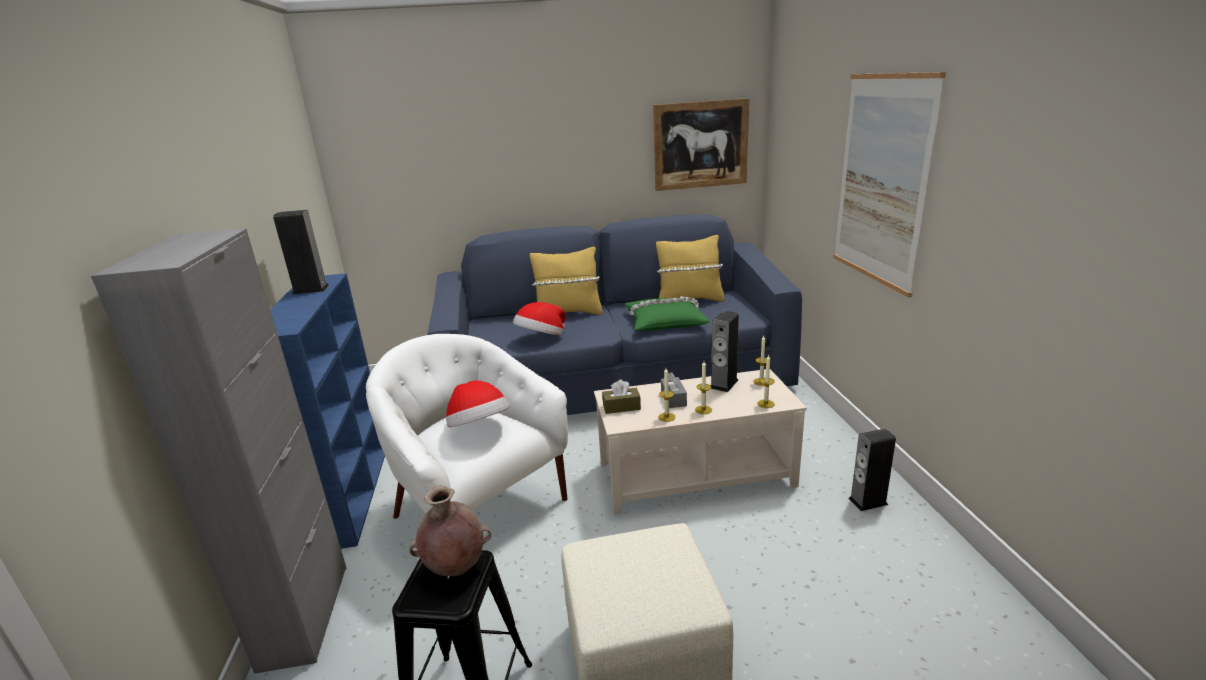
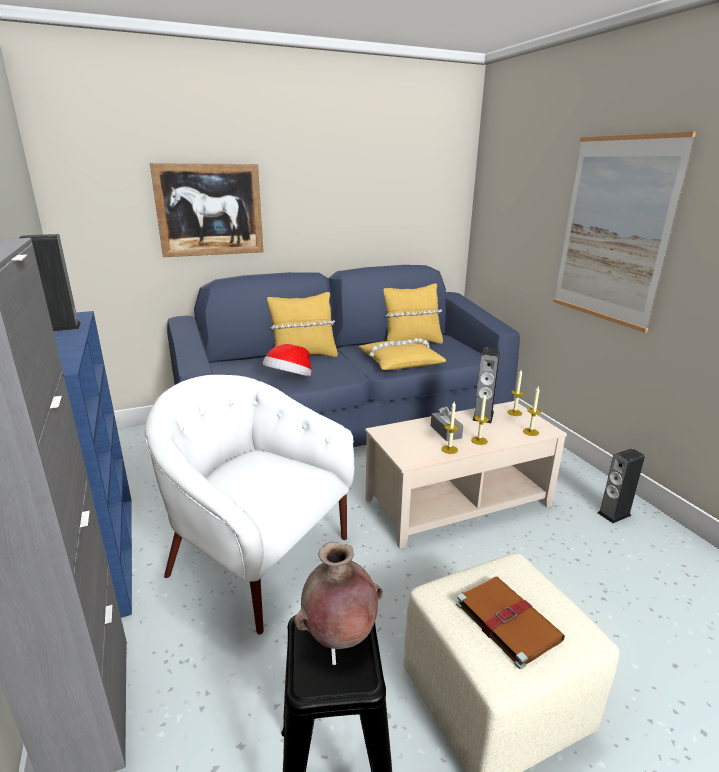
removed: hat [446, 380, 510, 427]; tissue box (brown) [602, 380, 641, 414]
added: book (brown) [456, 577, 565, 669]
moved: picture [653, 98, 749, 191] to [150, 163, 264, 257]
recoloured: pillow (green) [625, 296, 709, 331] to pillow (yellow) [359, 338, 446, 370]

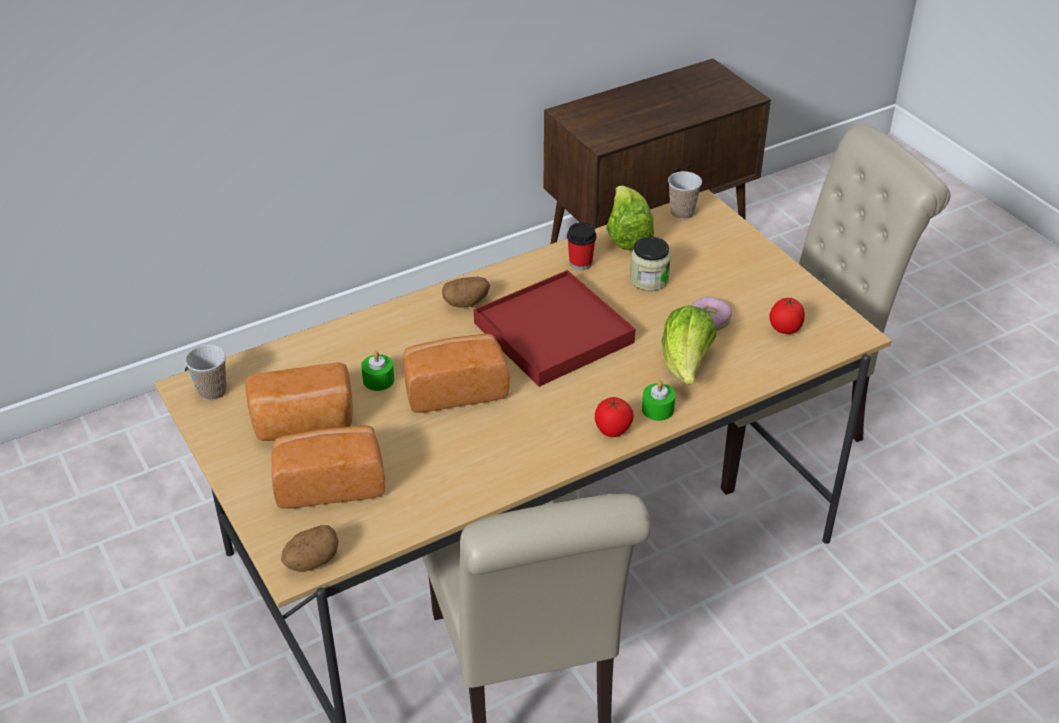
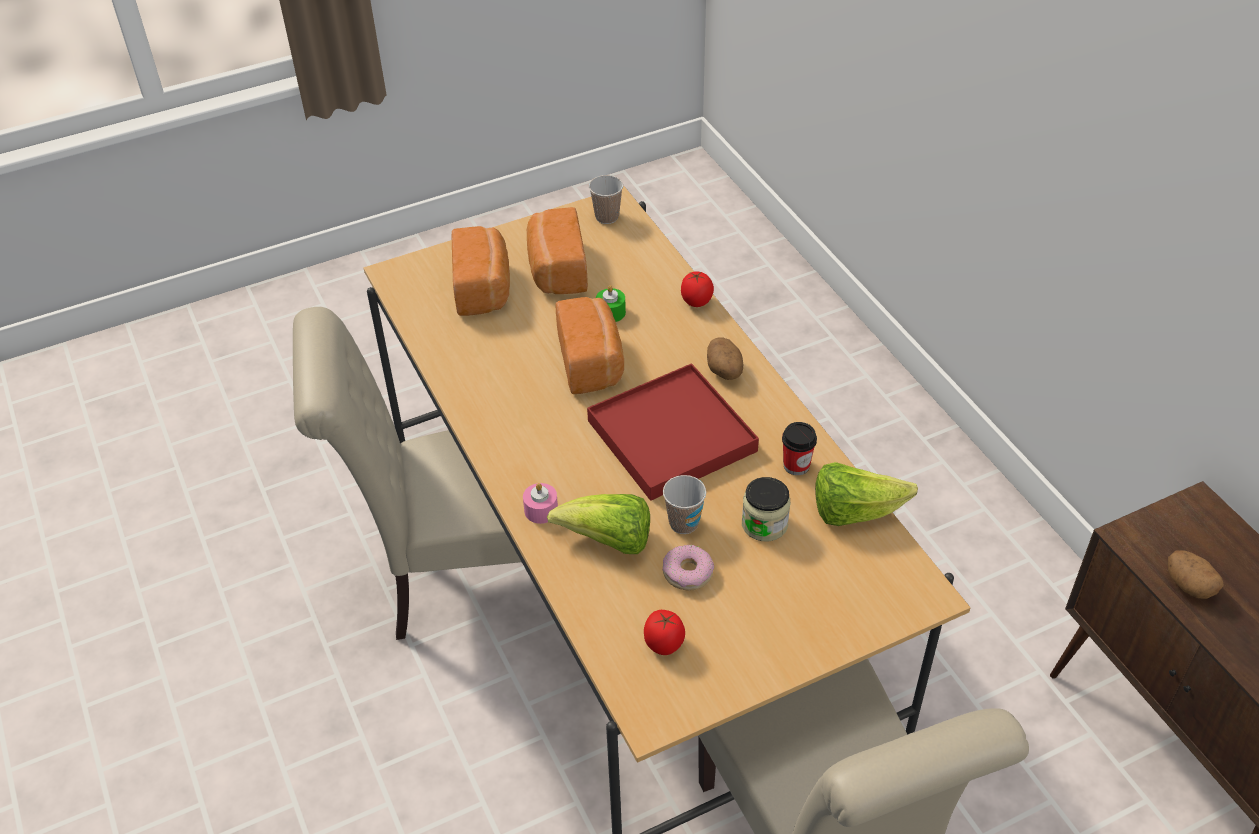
moved: potato [281, 525, 338, 572] to [1168, 551, 1223, 599]; tomato [595, 397, 634, 437] to [681, 271, 714, 307]; cup [668, 171, 702, 220] to [663, 475, 706, 534]
recoloured: candle (green) [642, 380, 676, 421] to candle (pink) [523, 483, 558, 524]

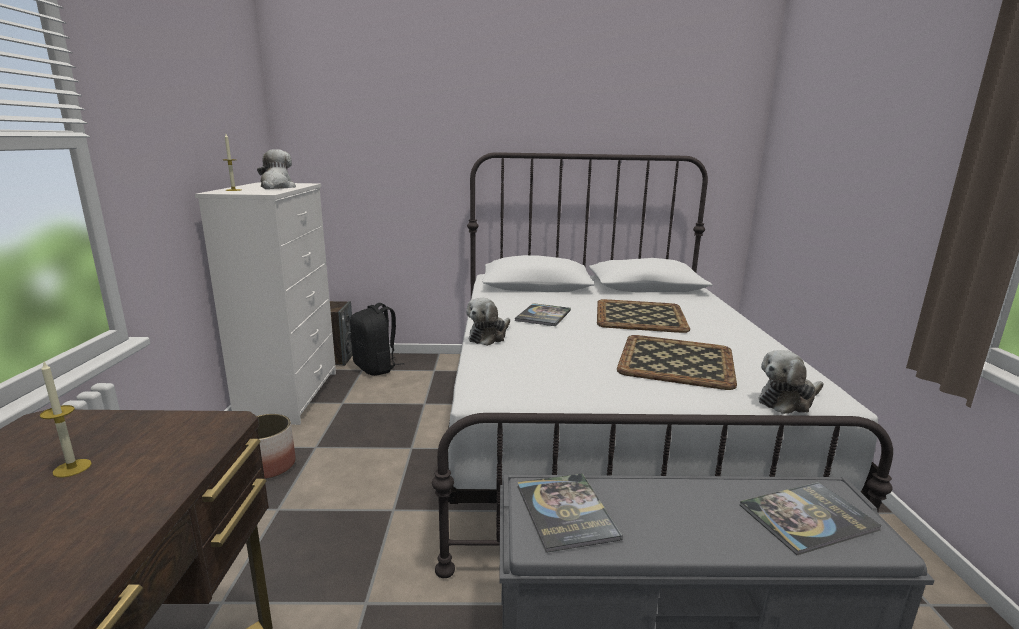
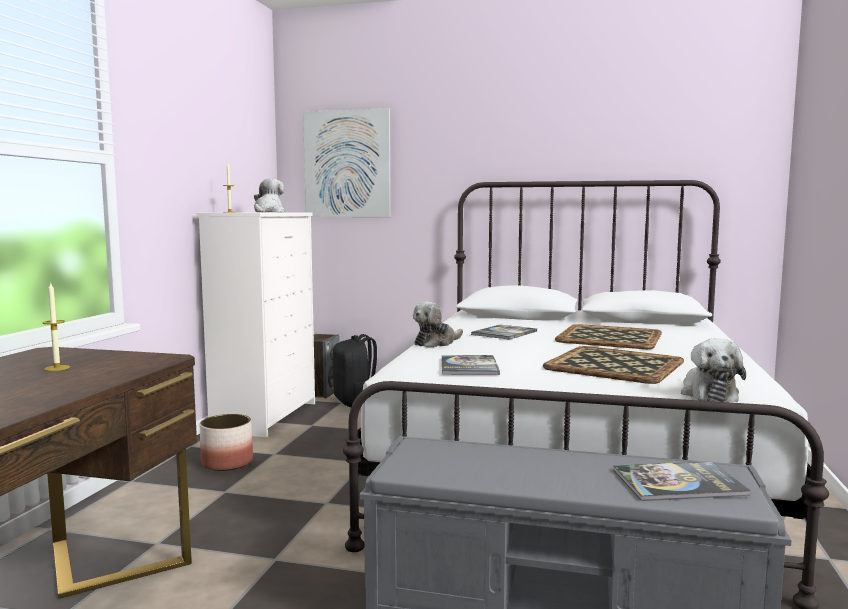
added: picture [303, 109, 391, 217]
moved: book [517, 473, 623, 553] to [442, 355, 500, 375]
turned: plush toy [758, 350, 824, 414] = [681, 338, 746, 402] 75 degrees counterclockwise

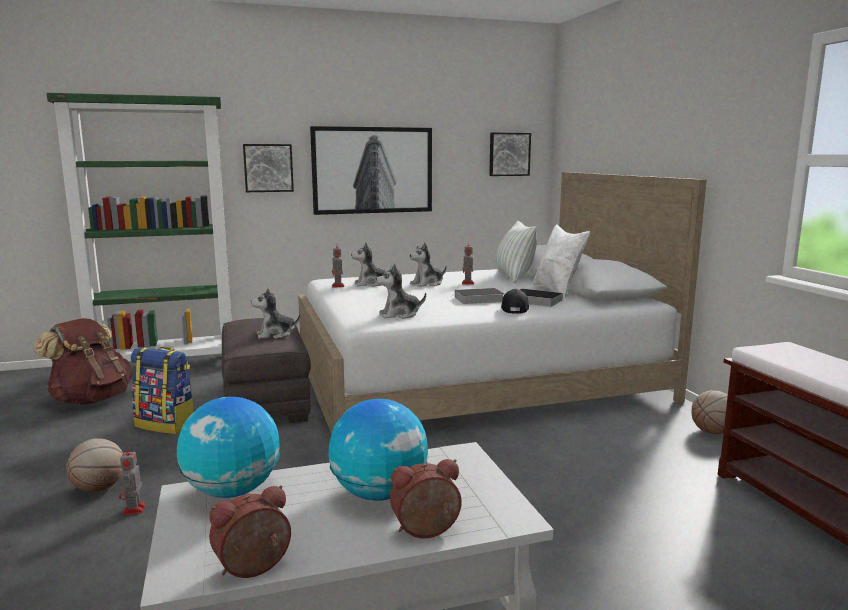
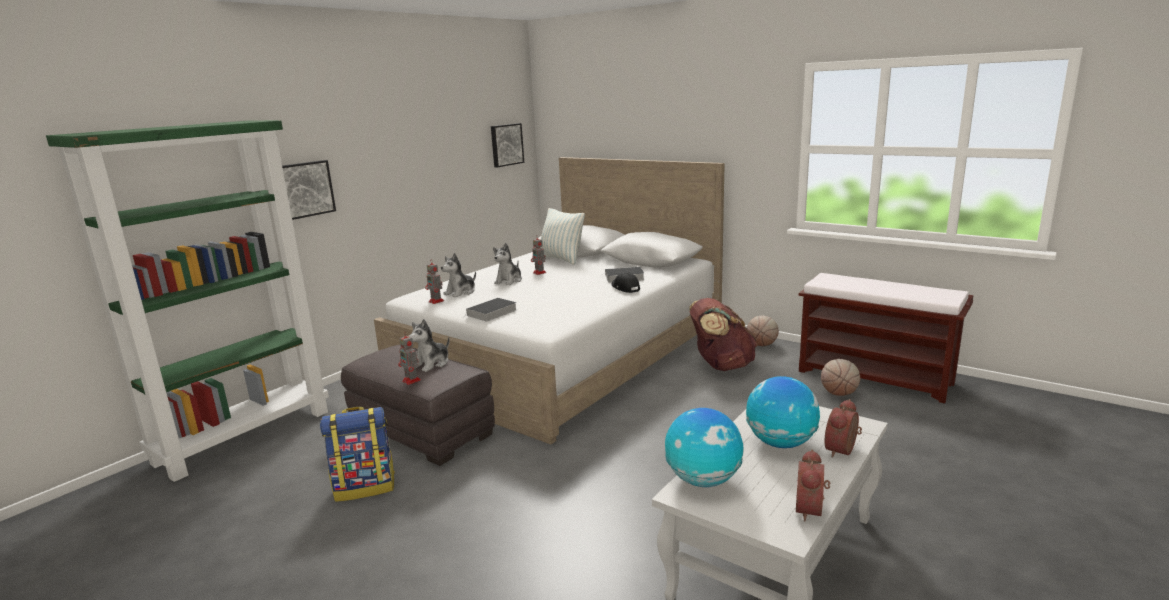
removed: picture [310, 126, 432, 215]; plush toy [376, 264, 426, 319]; pillow (white) [533, 224, 590, 299]
moved: backpack (brown) [34, 318, 132, 405] to [689, 298, 758, 371]; basketball [66, 438, 123, 492] to [821, 359, 860, 396]; toy robot [119, 447, 146, 515] to [398, 332, 421, 385]; book [451, 288, 504, 304] to [462, 298, 517, 322]

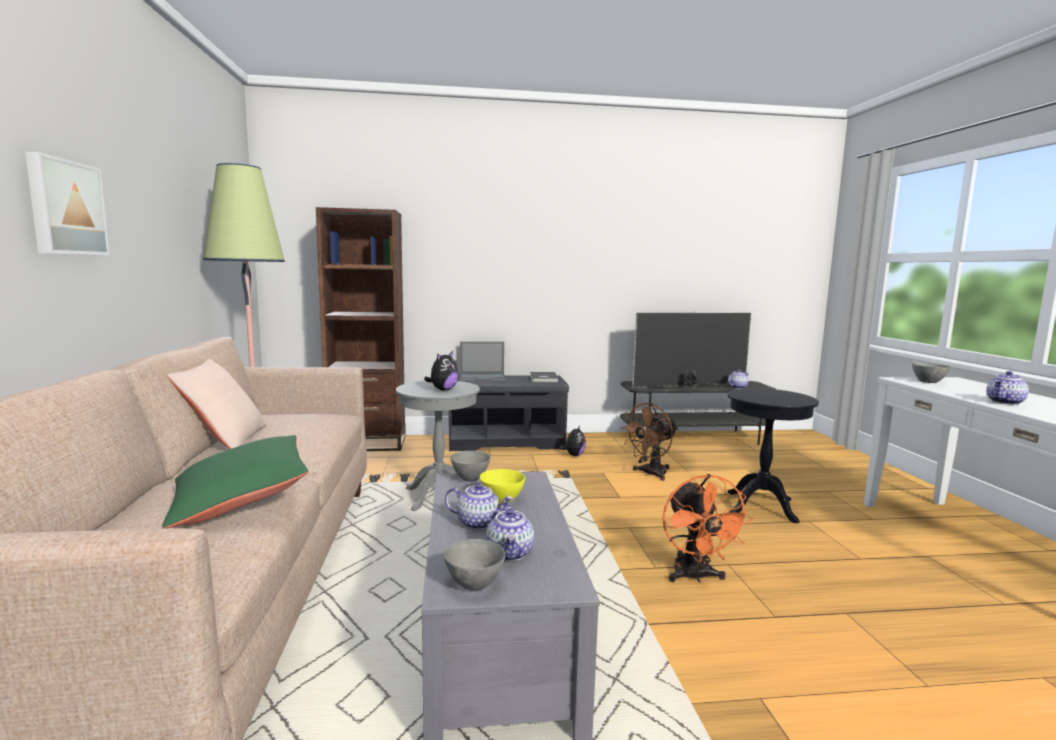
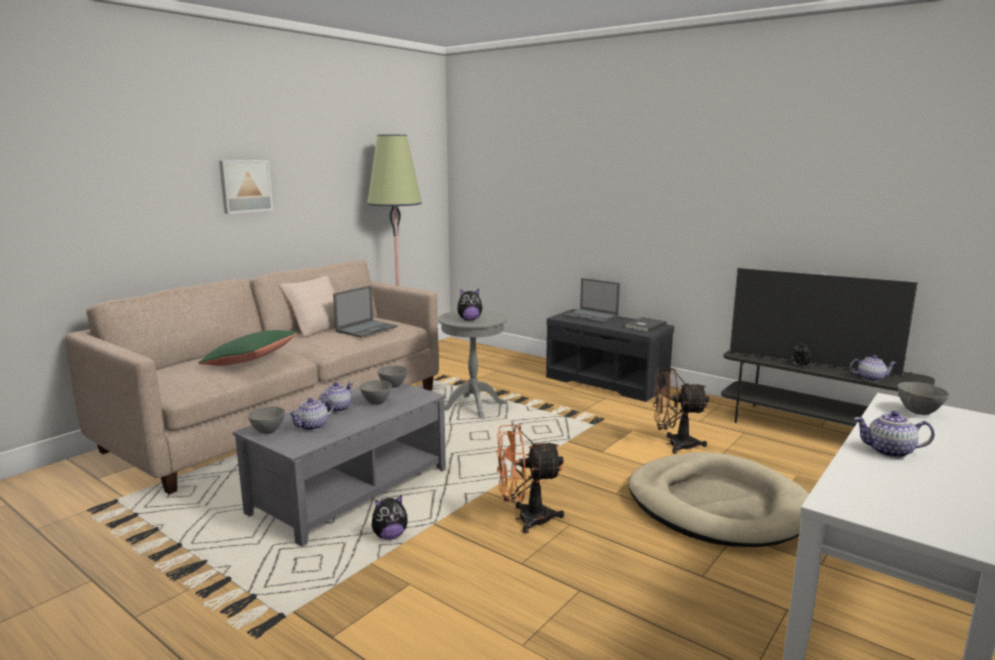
removed: bookcase (brown) [316, 207, 406, 451]
added: laptop [333, 286, 398, 338]
moved: plush toy [559, 426, 586, 456] to [372, 495, 408, 540]
replaced: side table (black) [728, 388, 819, 524] to dog bed (beige) [628, 452, 809, 547]
recoloured: bowl (yellow) [480, 469, 525, 504] to bowl (grey) [360, 380, 392, 405]
turned: teapot [445, 483, 514, 530] = [319, 382, 353, 413] 120 degrees counterclockwise; fan (orange) [663, 474, 753, 583] = [496, 425, 564, 534] 45 degrees clockwise

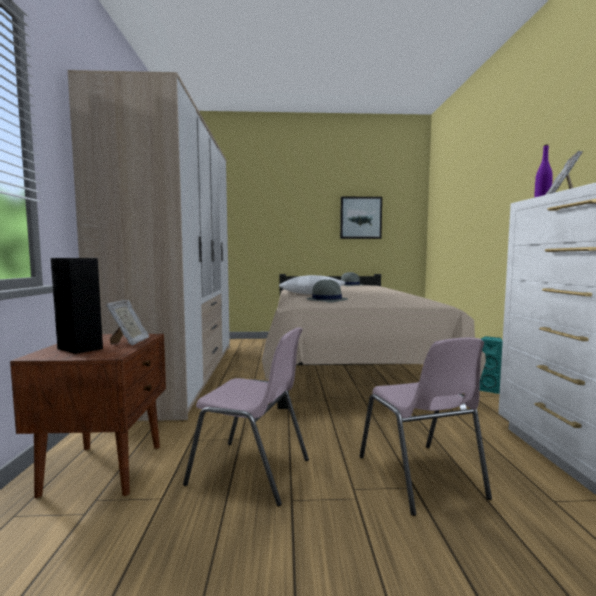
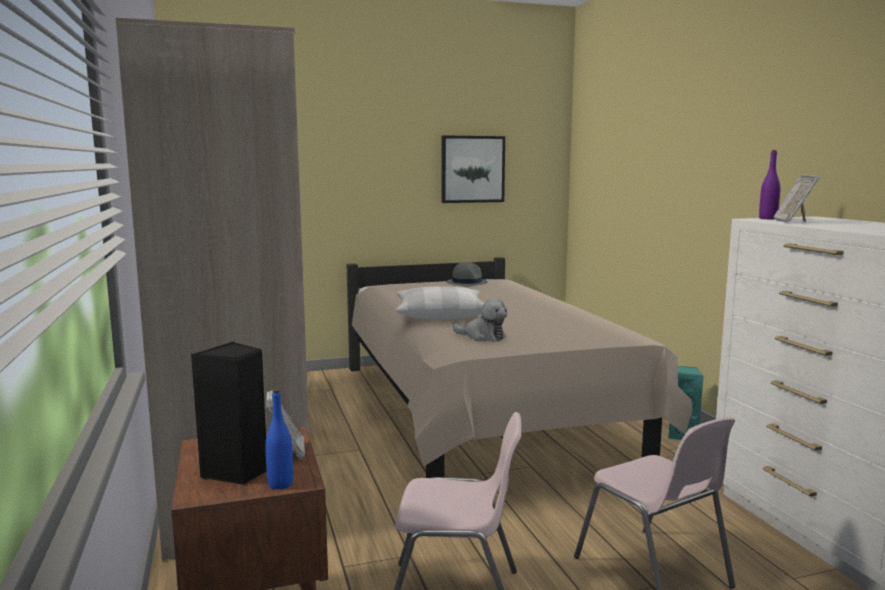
added: bottle (blue) [265, 389, 293, 489]
replaced: hat (grey) [306, 279, 348, 303] to plush toy [453, 299, 507, 342]

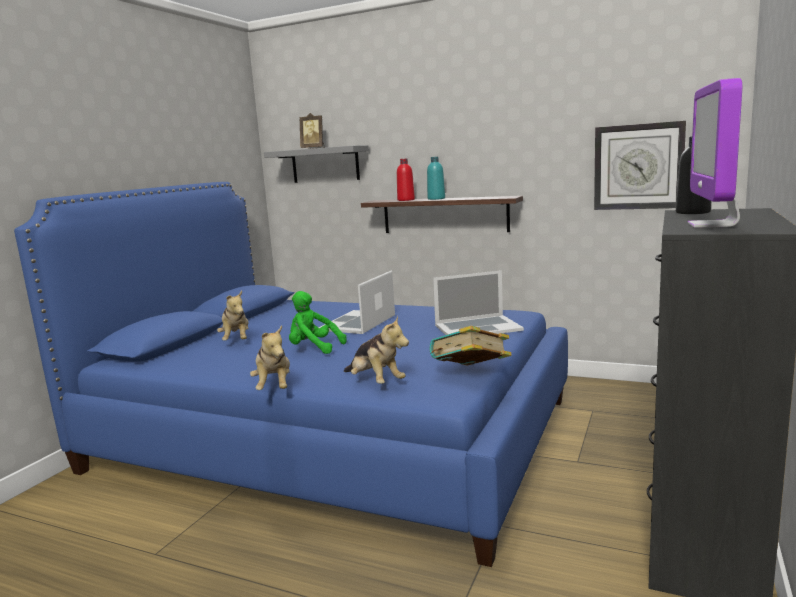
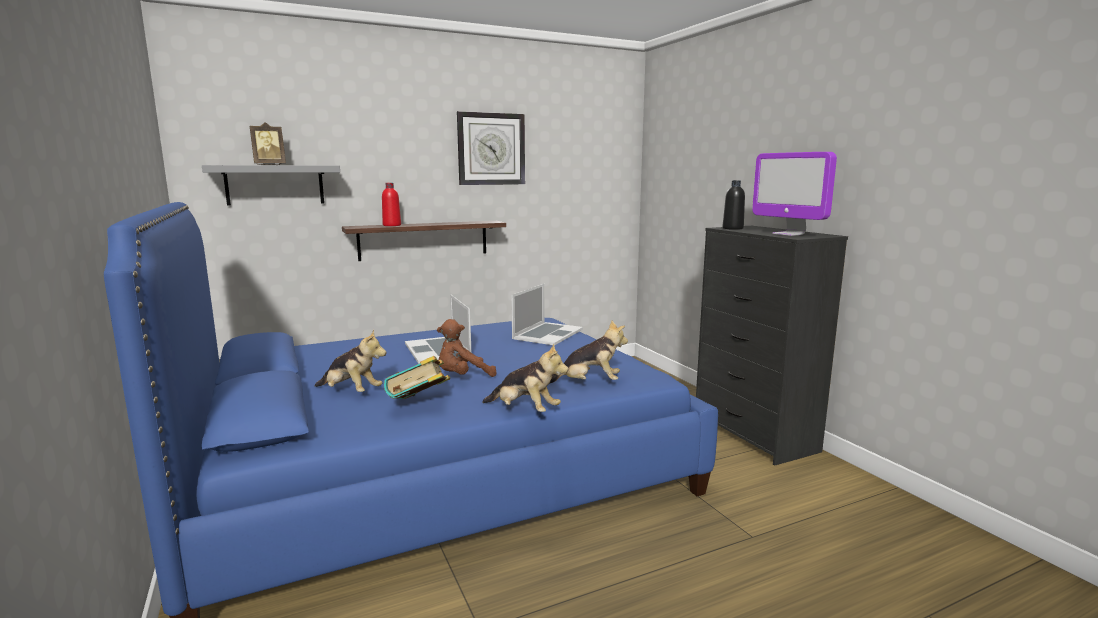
removed: bottle (turquoise) [427, 157, 445, 200]
moved: book [429, 326, 512, 366] to [384, 356, 451, 399]; wall clock [594, 121, 686, 210] to [457, 111, 525, 185]
recoloured: plush toy (green) [289, 291, 347, 354] to plush toy (brown) [437, 319, 497, 377]

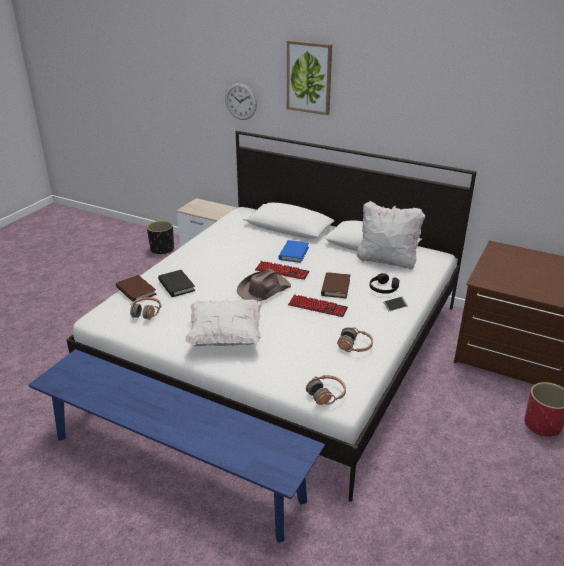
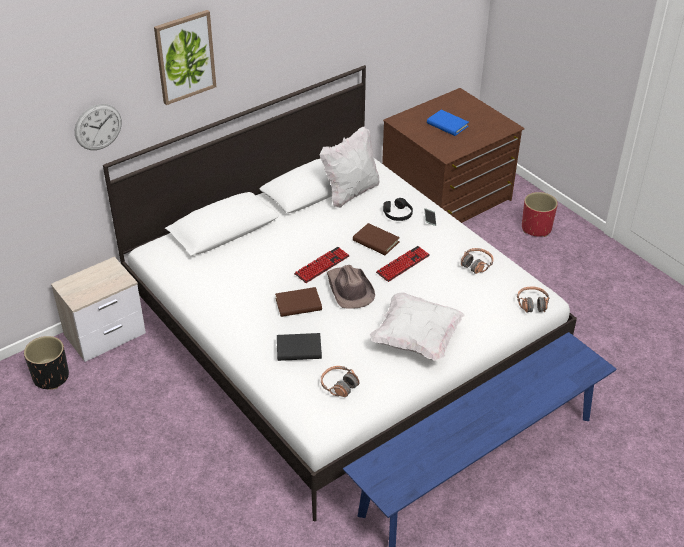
moved: book (brown) [116, 275, 157, 302] to [275, 287, 322, 317]; book (blue) [278, 240, 309, 263] to [427, 110, 469, 136]

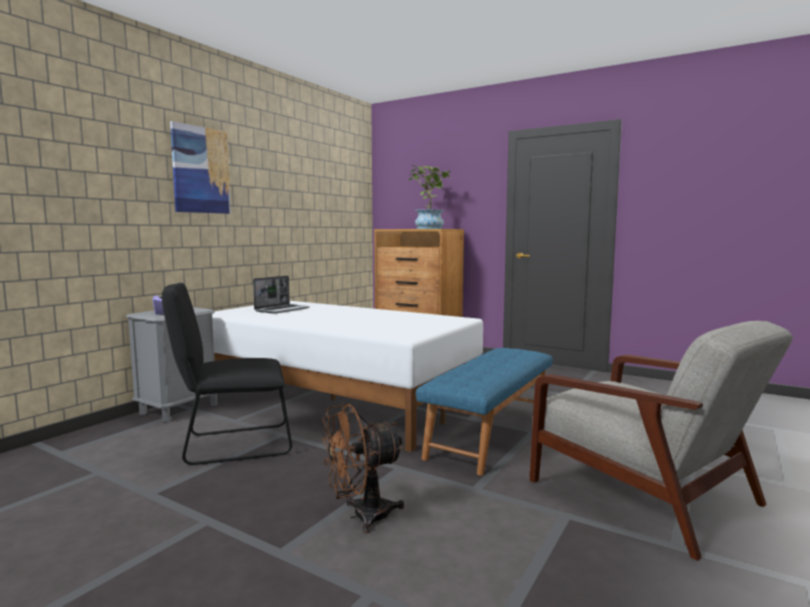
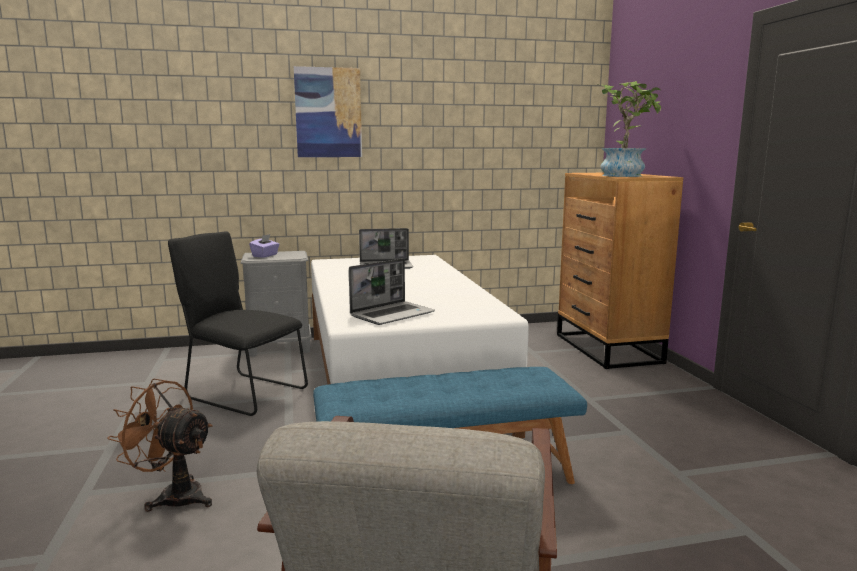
added: laptop [349, 258, 435, 325]

